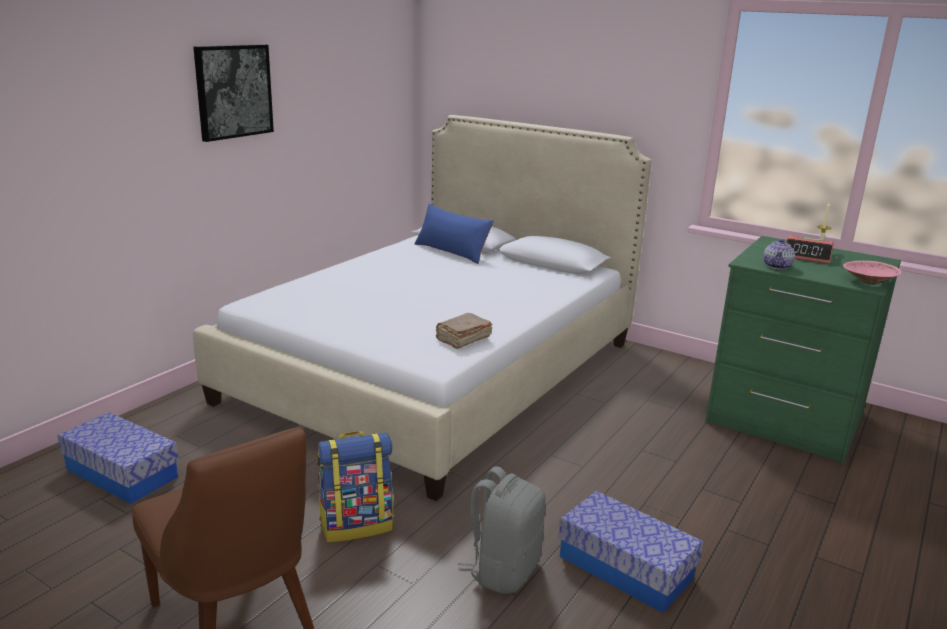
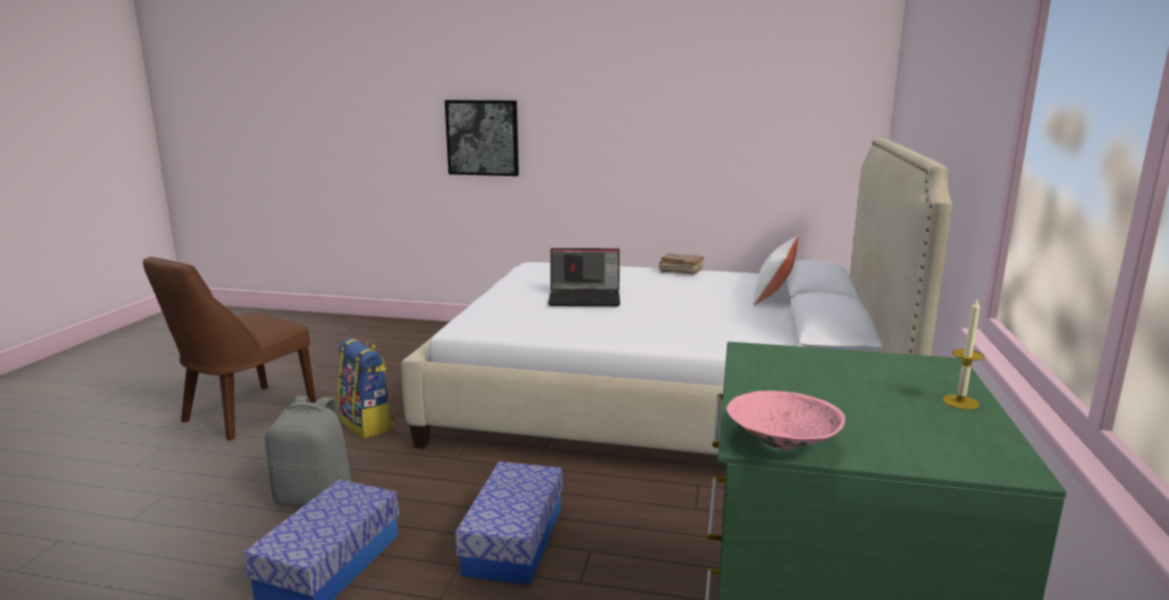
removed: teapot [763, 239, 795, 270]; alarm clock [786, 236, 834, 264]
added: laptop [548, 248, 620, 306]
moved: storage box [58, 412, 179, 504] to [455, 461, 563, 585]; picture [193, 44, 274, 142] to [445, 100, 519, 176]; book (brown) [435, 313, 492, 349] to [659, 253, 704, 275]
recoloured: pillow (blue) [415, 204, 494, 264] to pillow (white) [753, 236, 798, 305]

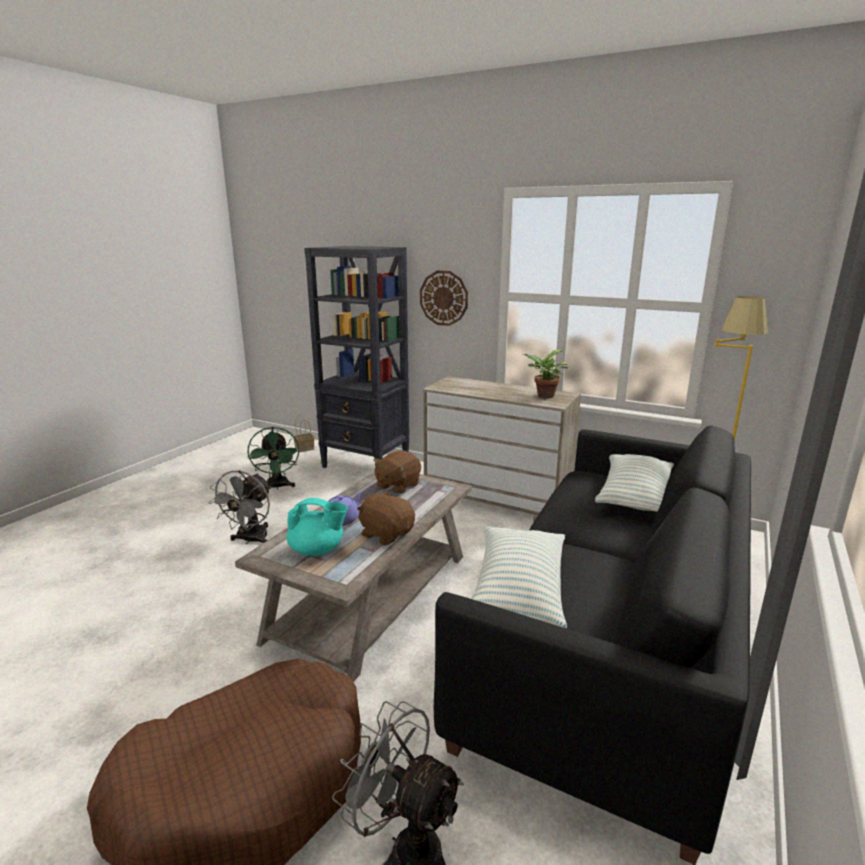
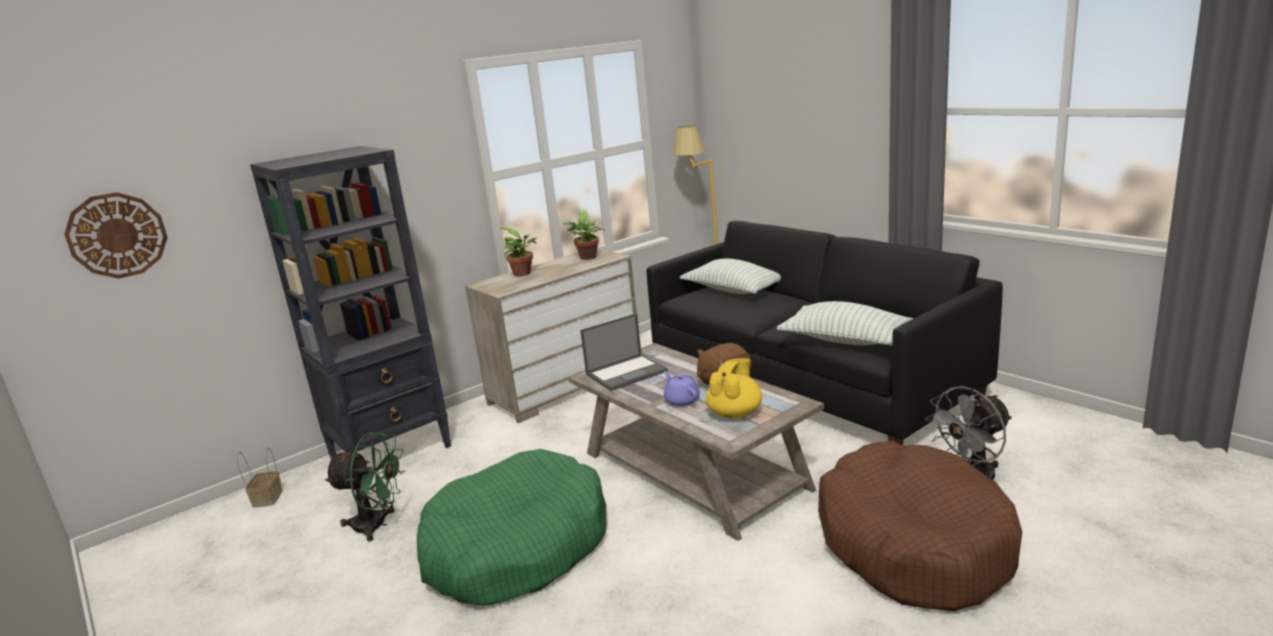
added: potted plant [500, 227, 537, 276]
moved: wall clock [420, 270, 468, 326] to [64, 192, 168, 279]
replaced: fan (grey) [208, 470, 271, 544] to dog bed (green) [417, 449, 606, 606]; plush toy (brown) [374, 451, 421, 494] to laptop [580, 313, 668, 391]
recoloured: teapot (turquoise) [286, 498, 348, 556] to teapot (yellow) [706, 358, 762, 418]

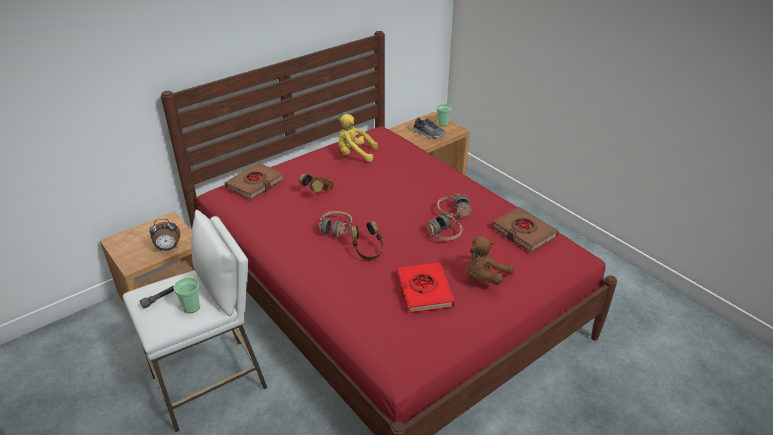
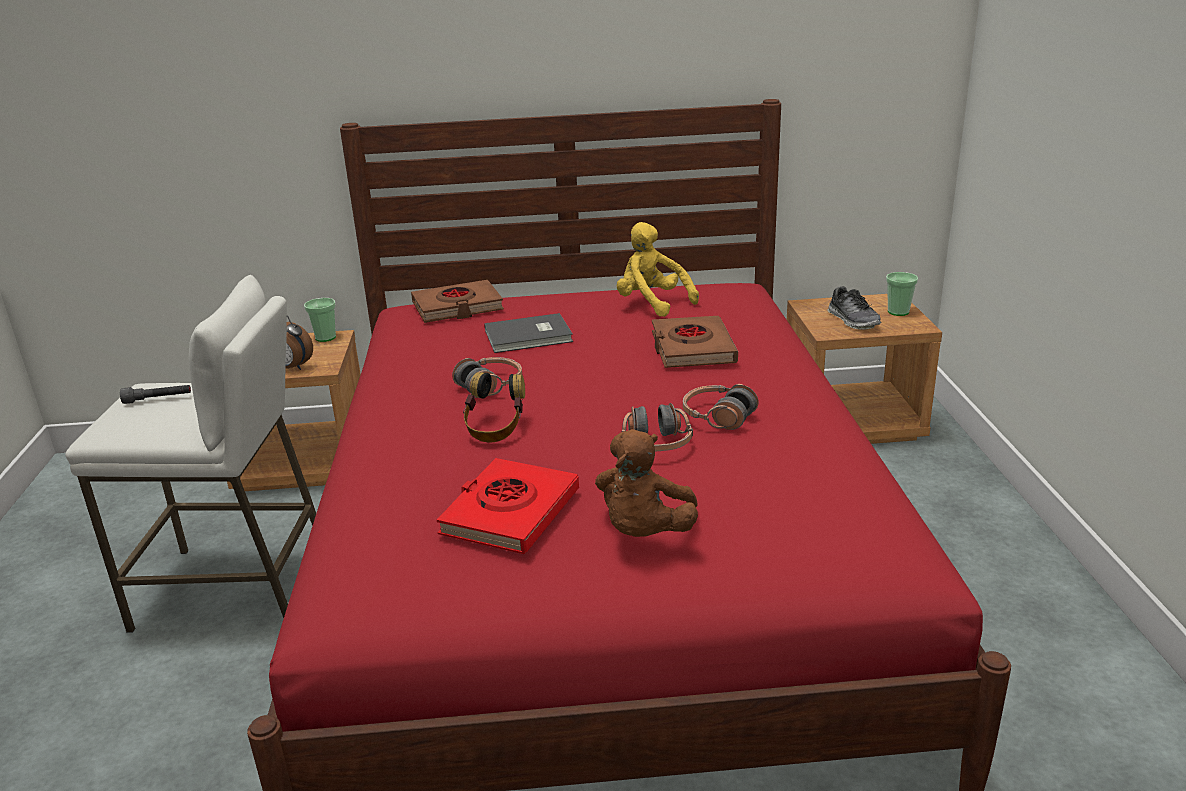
moved: cup [173, 277, 200, 313] to [304, 298, 336, 342]; book (brown) [492, 207, 559, 252] to [652, 316, 738, 368]
replaced: headphones [299, 173, 334, 192] to book (grey) [485, 313, 573, 353]
turned: plush toy (brown) [467, 236, 514, 285] = [595, 429, 698, 537] 60 degrees counterclockwise

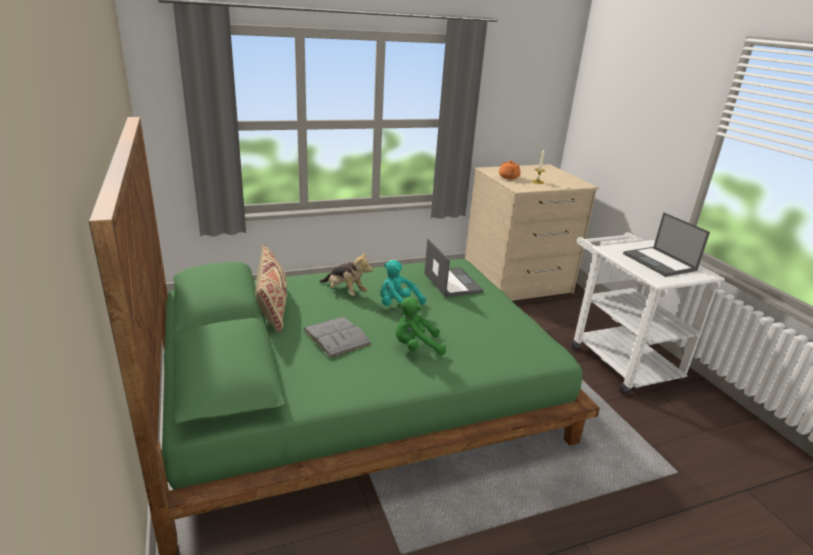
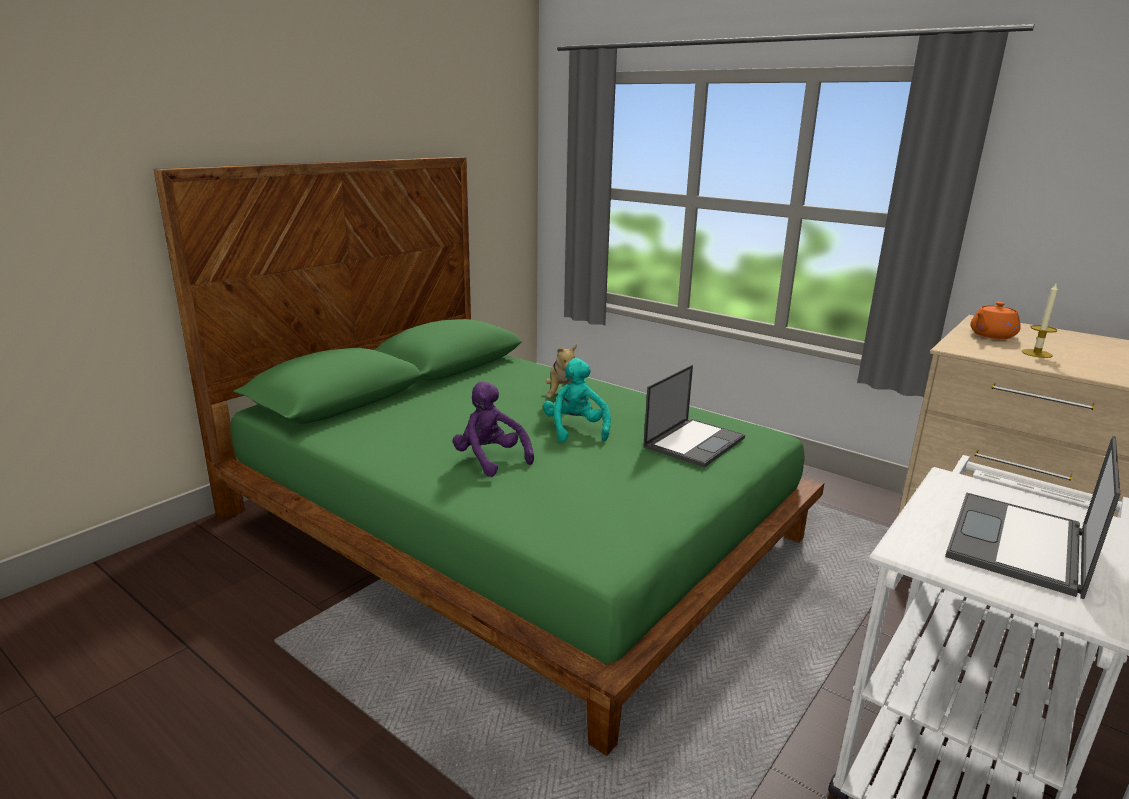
removed: pillow (beige) [255, 245, 287, 332]; book (grey) [304, 317, 372, 358]
recoloured: plush toy (green) [395, 297, 446, 355] to plush toy (purple) [453, 381, 534, 477]

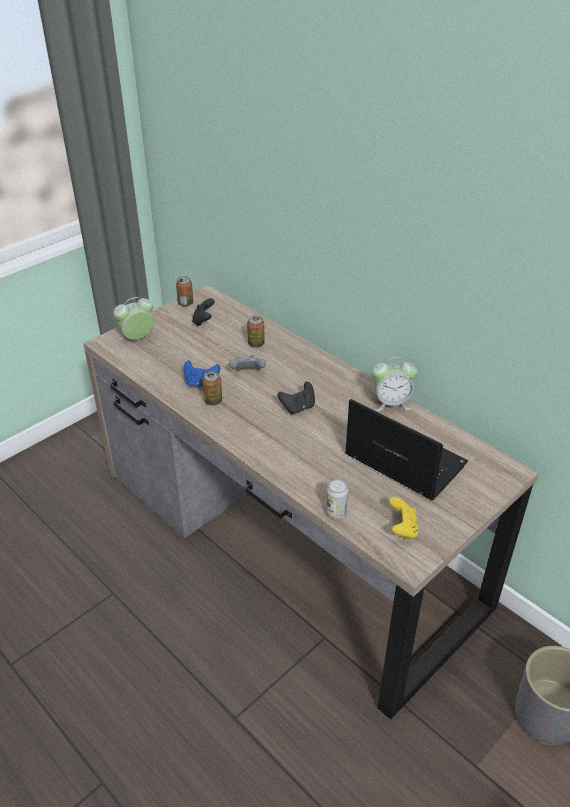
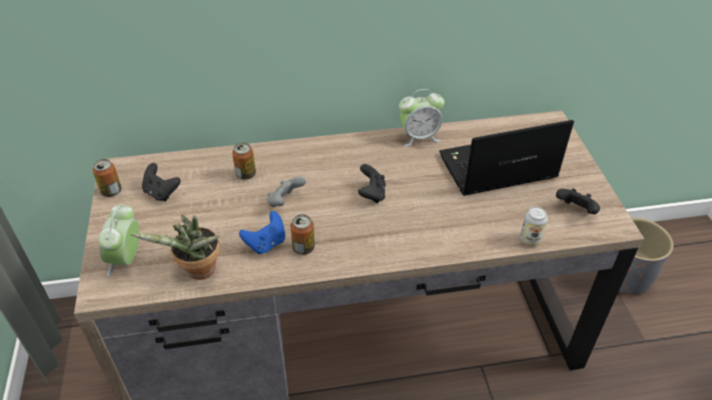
added: potted plant [131, 215, 220, 280]
recoloured: game controller (yellow) [389, 497, 418, 540] to game controller (black) [556, 188, 600, 214]
turned: alarm clock [372, 357, 418, 411] = [399, 89, 445, 147] 45 degrees clockwise

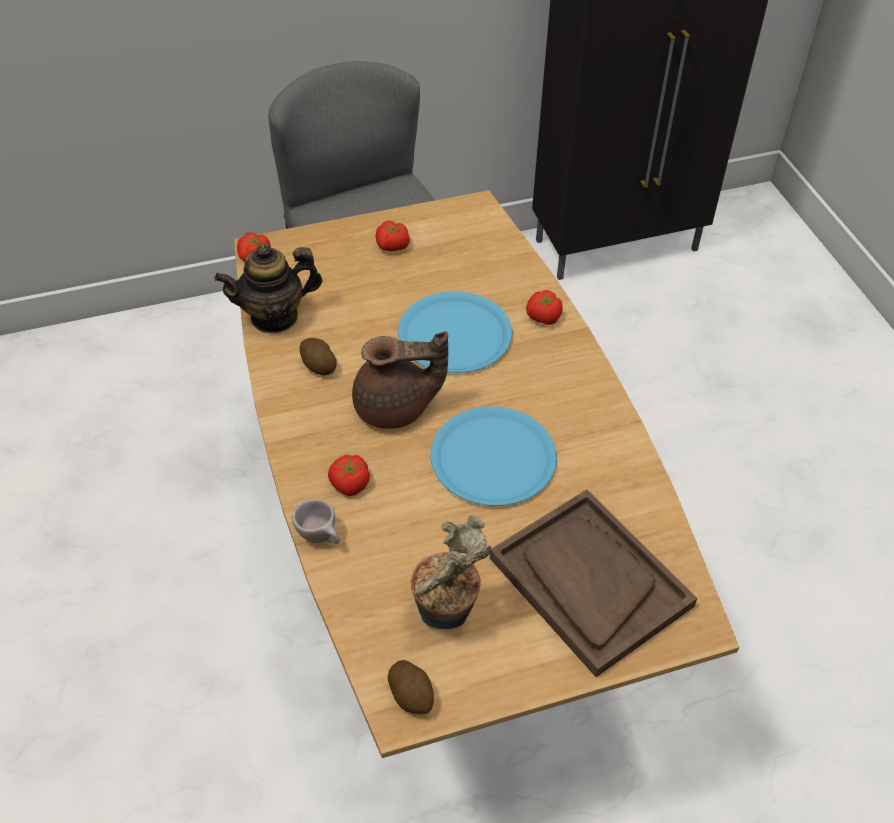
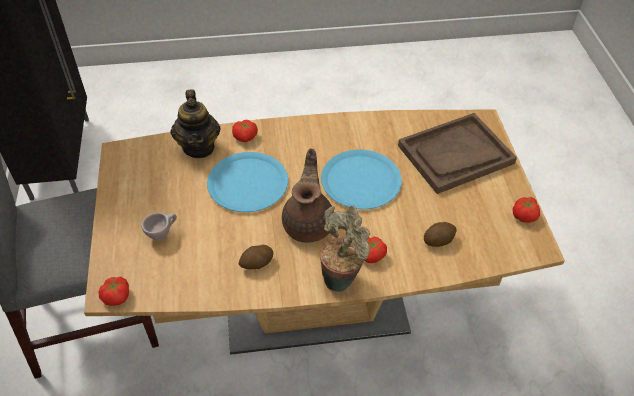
moved: teapot [214, 244, 322, 333] to [171, 89, 221, 158]; cup (beige) [292, 499, 340, 544] to [141, 213, 177, 240]; tomato [375, 221, 410, 251] to [513, 197, 540, 223]; potato [388, 660, 434, 714] to [424, 222, 456, 247]; potted plant [411, 515, 491, 629] to [320, 205, 370, 292]

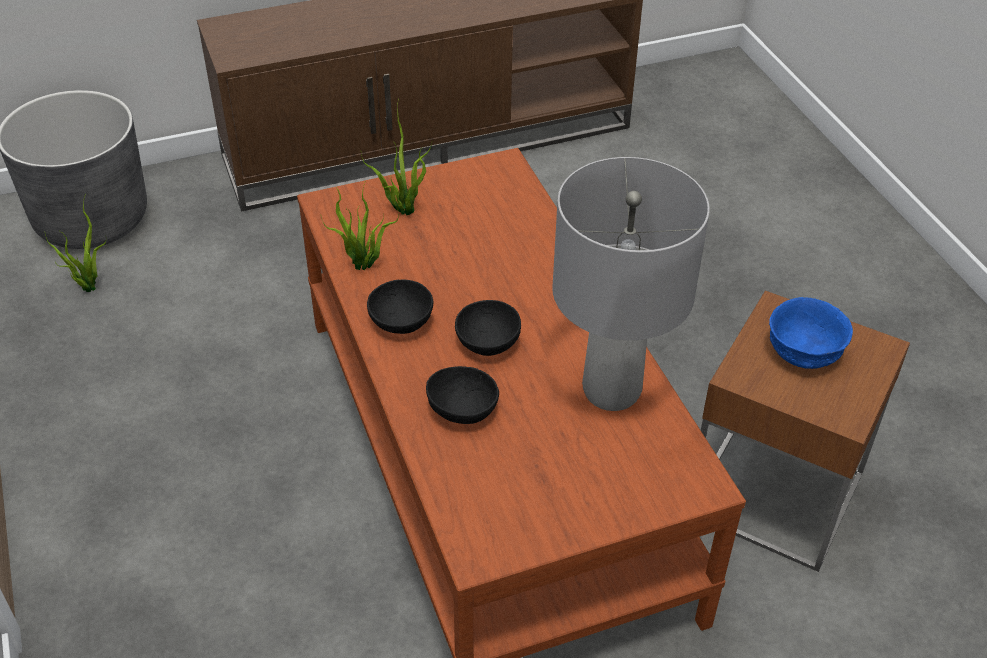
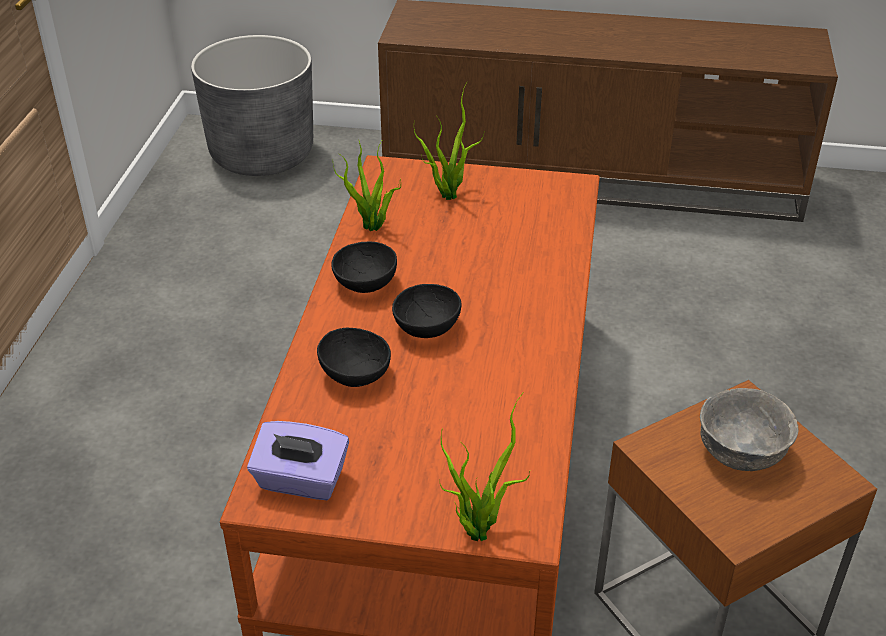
removed: table lamp (grey) [552, 157, 710, 411]
added: tissue box (purple) [247, 421, 349, 500]
moved: potted plant [45, 194, 106, 292] to [440, 392, 530, 541]
recoloured: bowl (blue) [769, 297, 853, 369] to bowl (grey) [700, 388, 799, 471]

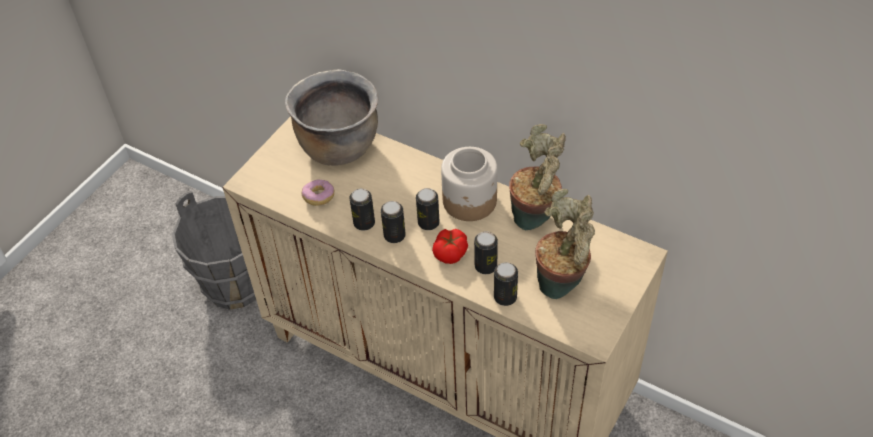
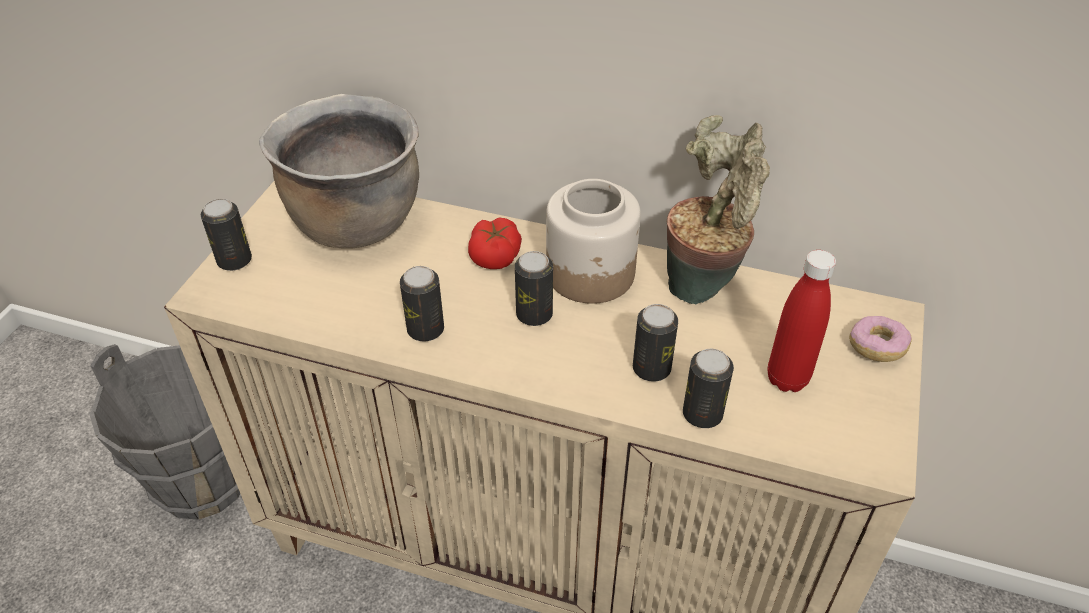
moved: donut [302, 179, 334, 206] to [849, 316, 912, 362]; can [381, 201, 406, 243] to [201, 199, 252, 271]; tomato [432, 229, 468, 264] to [468, 217, 522, 269]
replaced: potted plant [535, 189, 595, 299] to bottle (red) [767, 250, 836, 392]

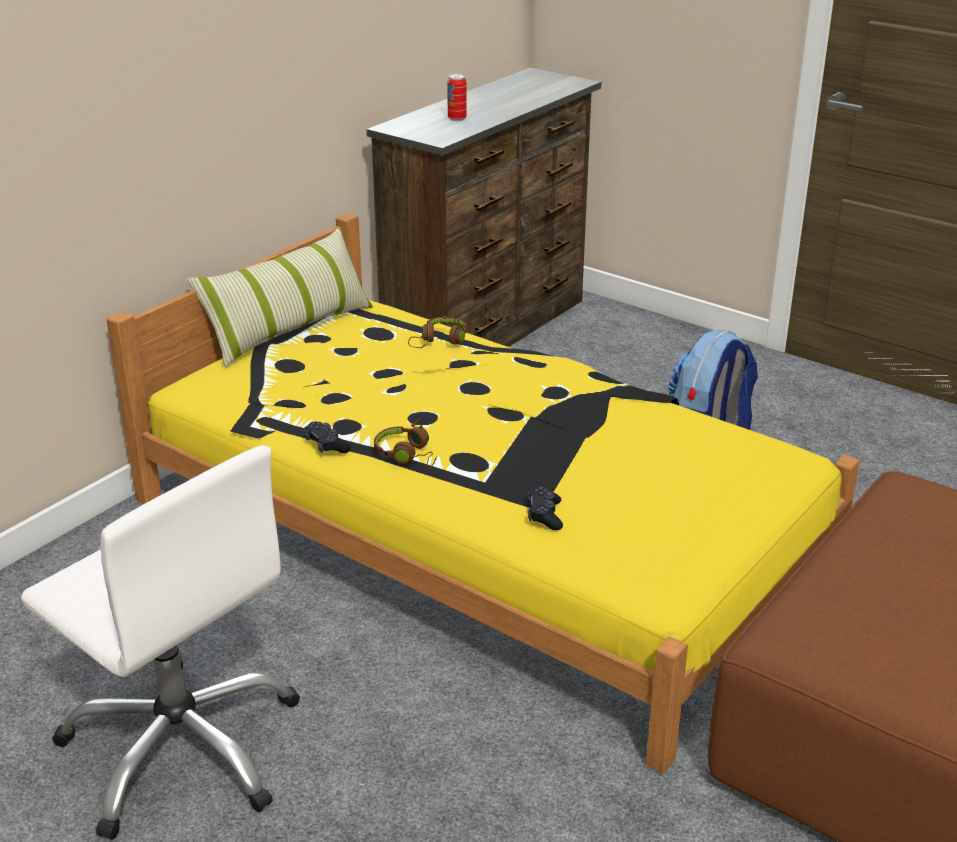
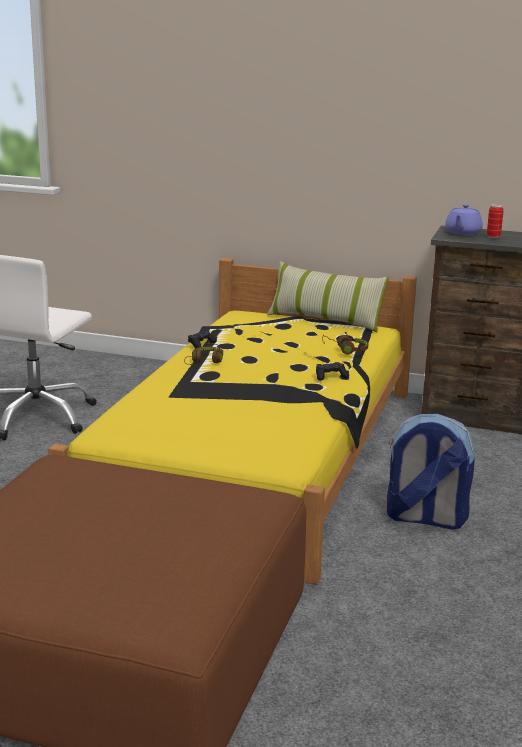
added: teapot (purple) [445, 204, 483, 235]
moved: game controller (black) [527, 486, 563, 530] to [316, 362, 348, 381]

